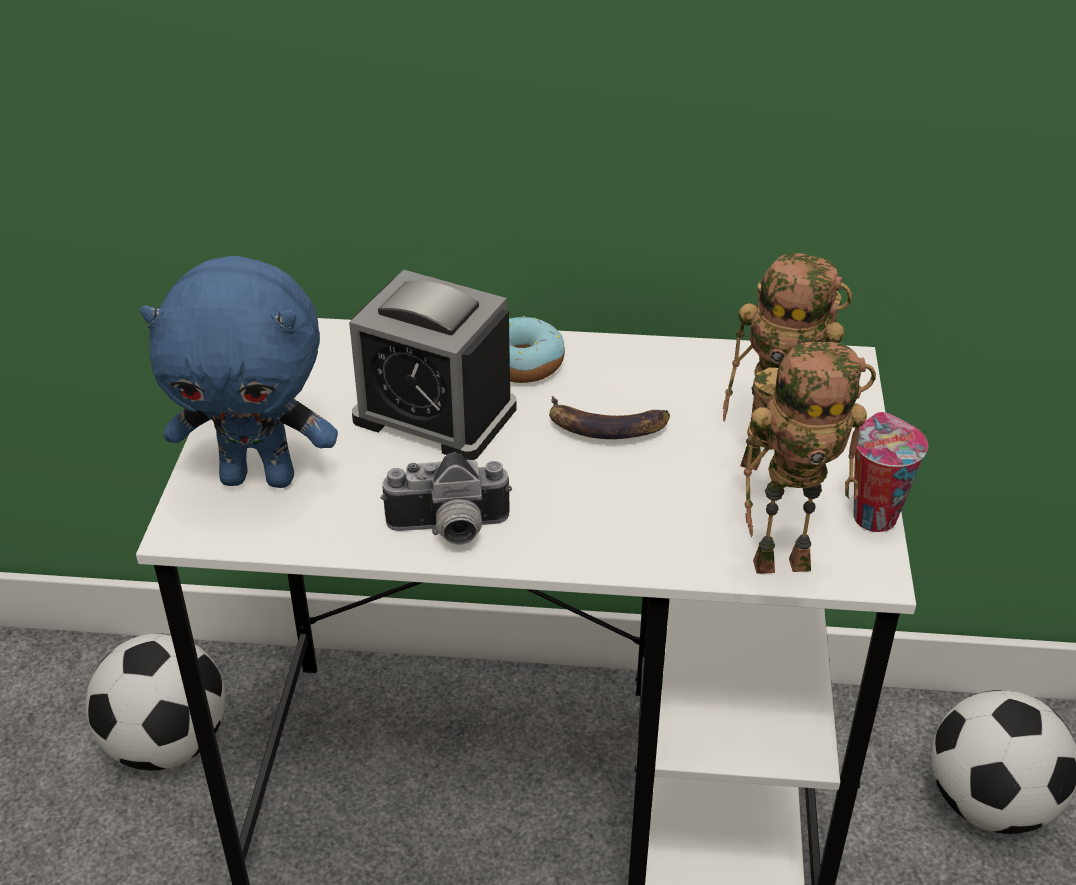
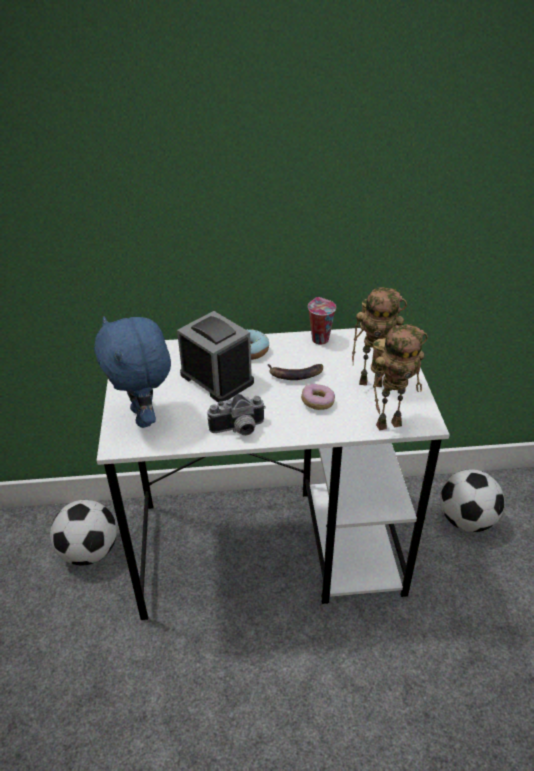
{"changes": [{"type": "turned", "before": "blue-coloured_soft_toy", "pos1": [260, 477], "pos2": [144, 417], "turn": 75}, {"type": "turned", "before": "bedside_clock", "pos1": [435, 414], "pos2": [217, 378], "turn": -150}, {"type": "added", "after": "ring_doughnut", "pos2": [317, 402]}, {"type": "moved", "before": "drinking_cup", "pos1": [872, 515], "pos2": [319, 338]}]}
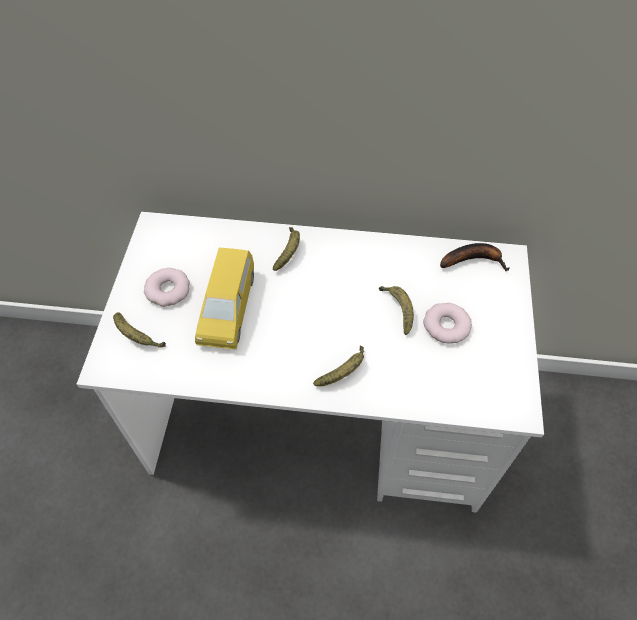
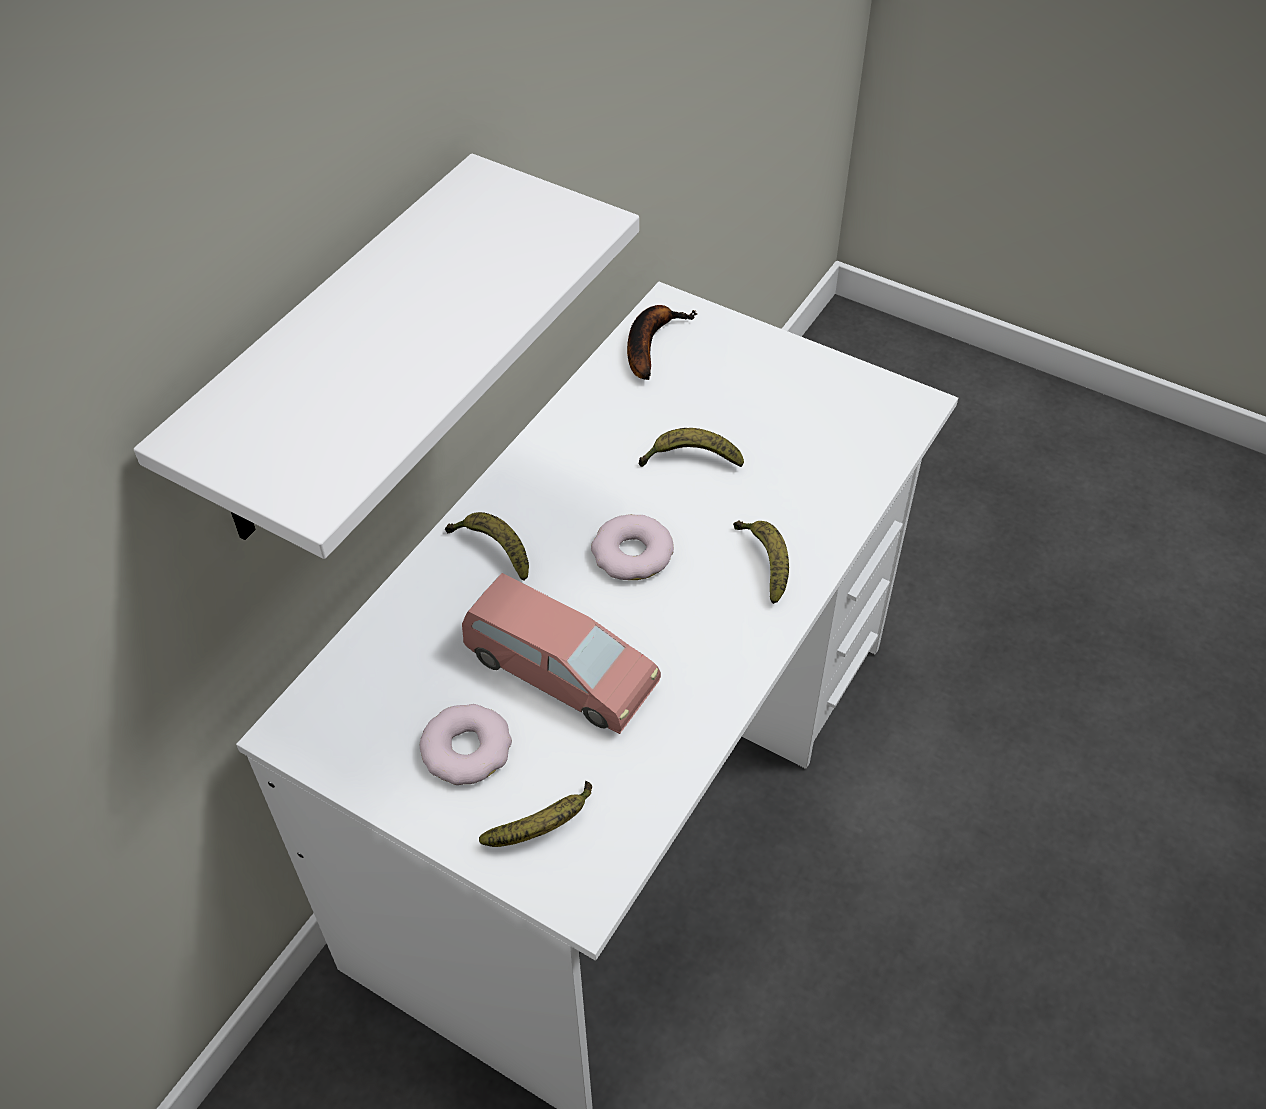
{"changes": [{"type": "added", "after": "white_bracket_shelf", "pos2": [336, 360]}, {"type": "recoloured", "before": "yellowish_toy_car", "after": "pink_toy_car", "pos1": [228, 308], "pos2": [560, 671]}, {"type": "moved", "before": "ring_doughnut", "pos1": [446, 326], "pos2": [632, 554]}]}
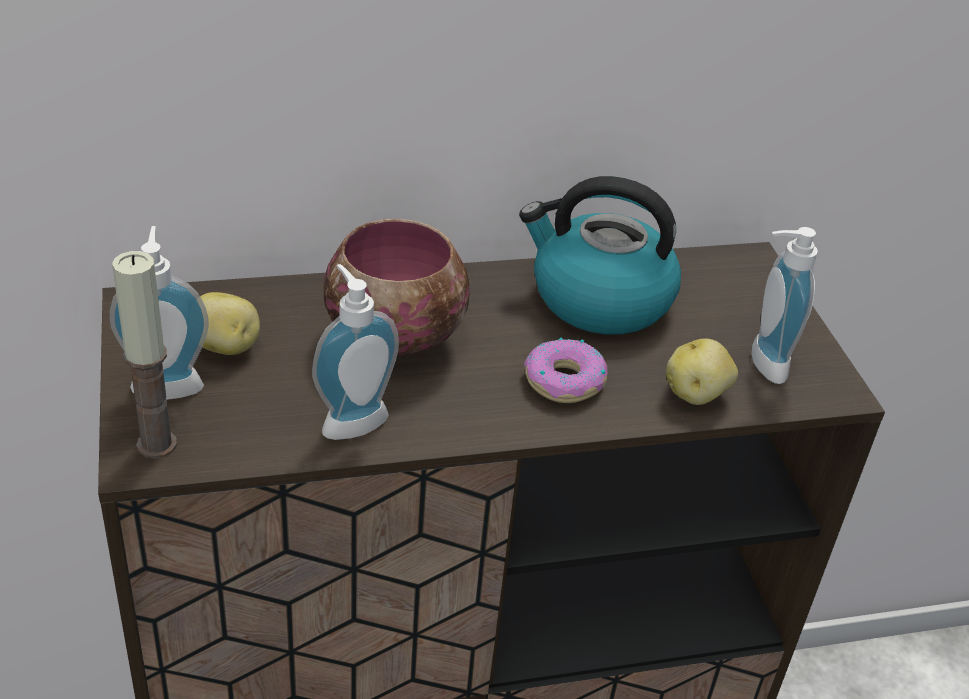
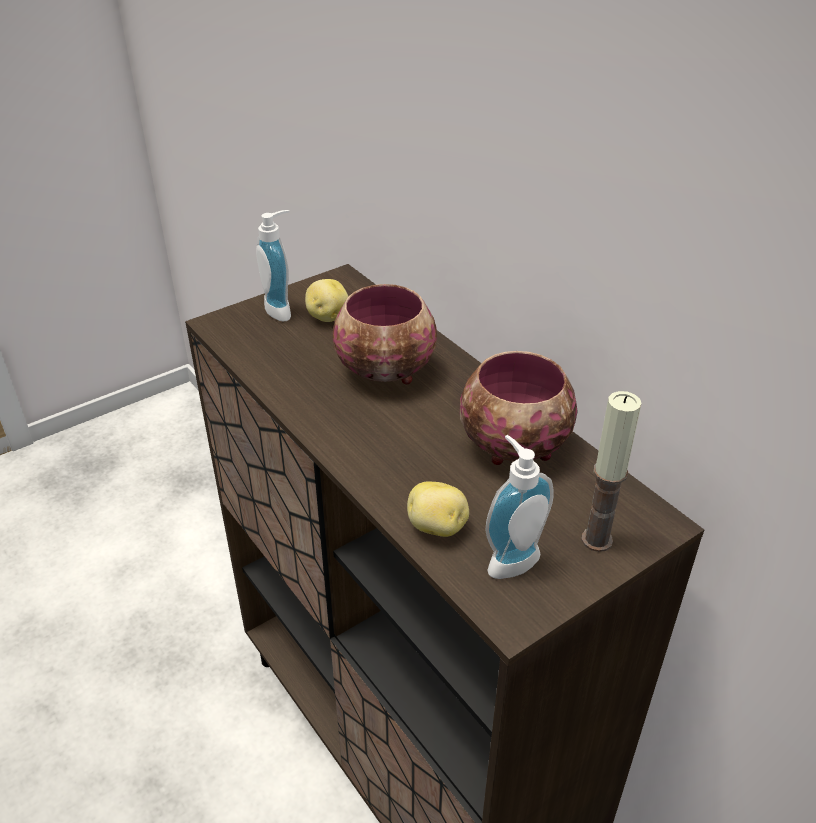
{"changes": [{"type": "replaced", "before": "water_kettle", "after": "deep_dish", "pos1": [598, 299], "pos2": [513, 447]}, {"type": "moved", "before": "candle", "pos1": [156, 444], "pos2": [596, 540]}, {"type": "removed", "before": "soap_bottle", "pos1": [351, 419]}, {"type": "removed", "before": "ring_doughnut", "pos1": [565, 381]}]}
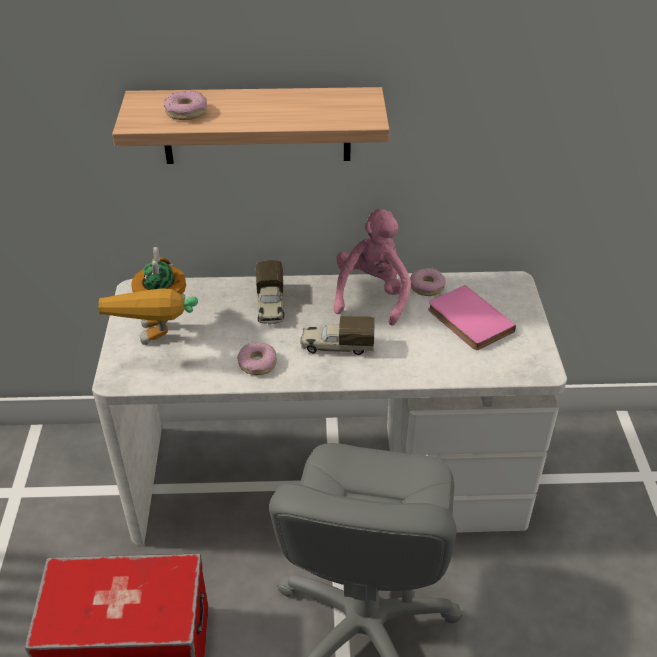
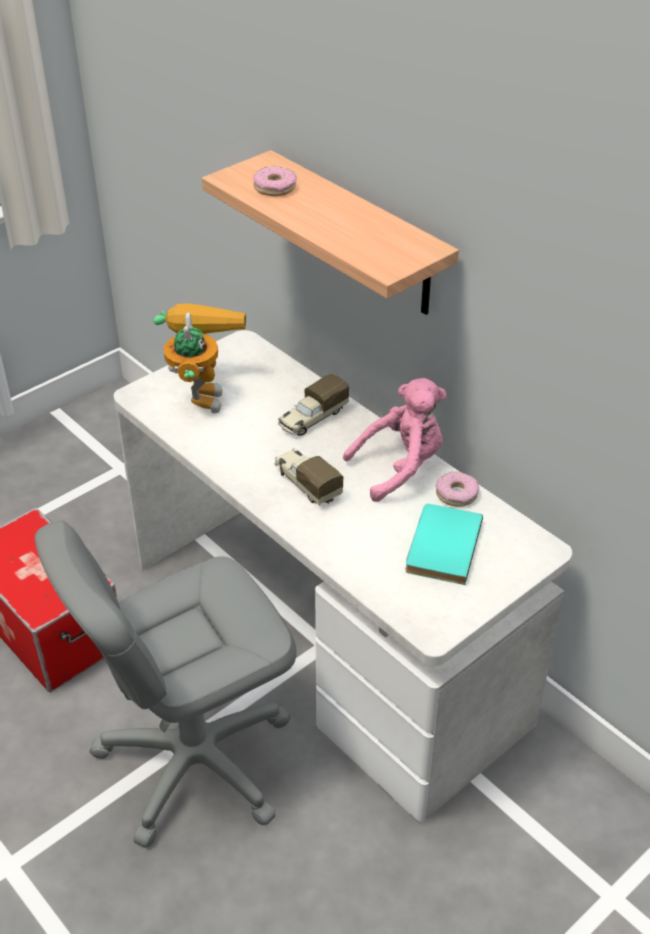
{"changes": [{"type": "turned", "before": "robot_figure", "pos1": [162, 342], "pos2": [200, 391], "turn": 135}, {"type": "recoloured", "before": "pink_bound_book", "after": "turquoise_bound_book", "pos1": [467, 321], "pos2": [440, 546]}, {"type": "removed", "before": "ring_doughnut", "pos1": [257, 363]}]}
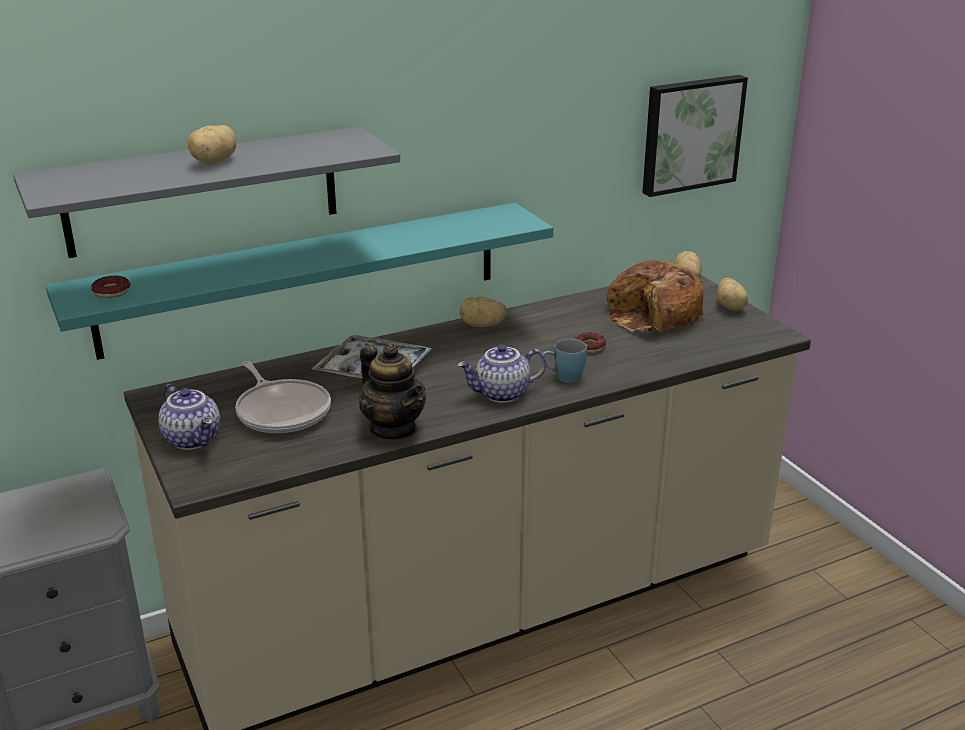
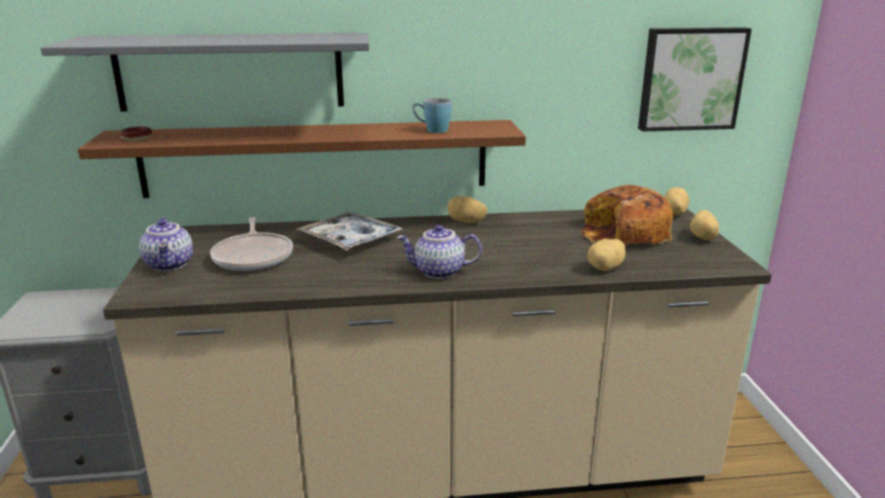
{"changes": [{"type": "recoloured", "before": "turquoise_bracket_shelf", "after": "brown-coloured_bracket_shelf", "pos1": [304, 278], "pos2": [316, 158]}, {"type": "moved", "before": "blue-coloured_tea_mug", "pos1": [563, 377], "pos2": [431, 130]}, {"type": "moved", "before": "potato", "pos1": [216, 162], "pos2": [606, 268]}, {"type": "removed", "before": "pot_for_tea", "pos1": [394, 428]}, {"type": "removed", "before": "ring_doughnut", "pos1": [590, 347]}]}
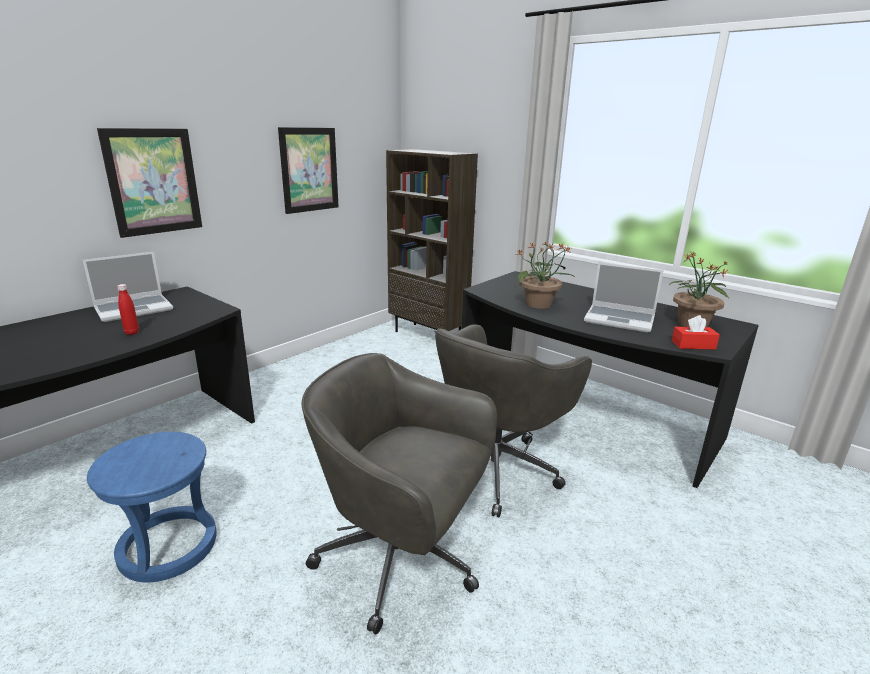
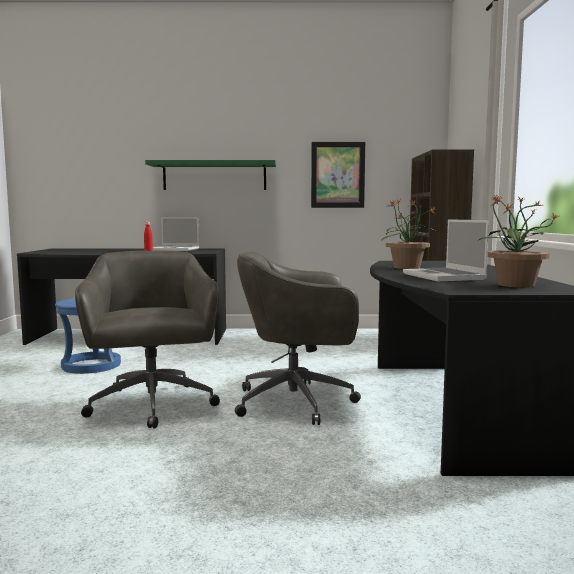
{"changes": [{"type": "replaced", "before": "wall_picture", "after": "green-coloured_bracket_shelf", "pos1": [153, 182], "pos2": [214, 176]}, {"type": "removed", "before": "red_tissue_box", "pos1": [693, 345]}]}
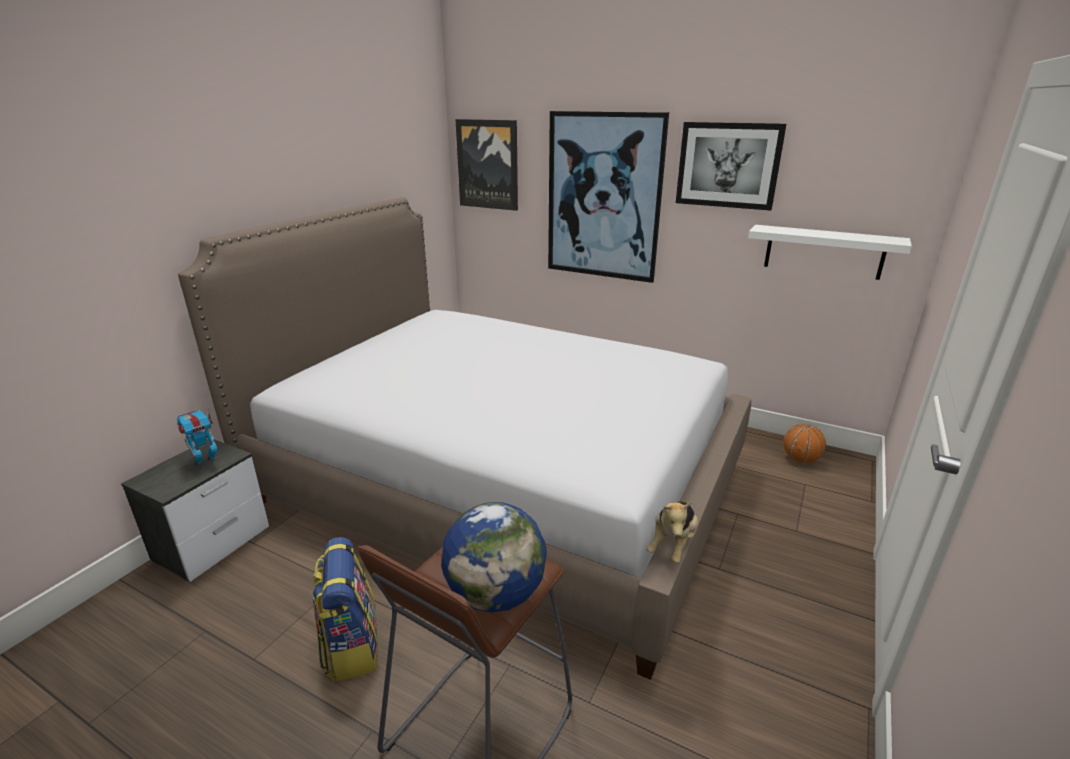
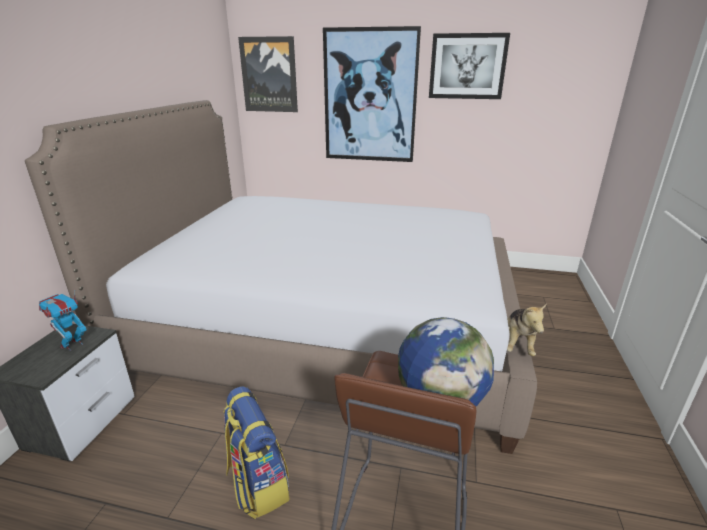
{"changes": [{"type": "removed", "before": "white_bracket_shelf", "pos1": [824, 252]}, {"type": "removed", "before": "ball_for_basketball", "pos1": [800, 459]}]}
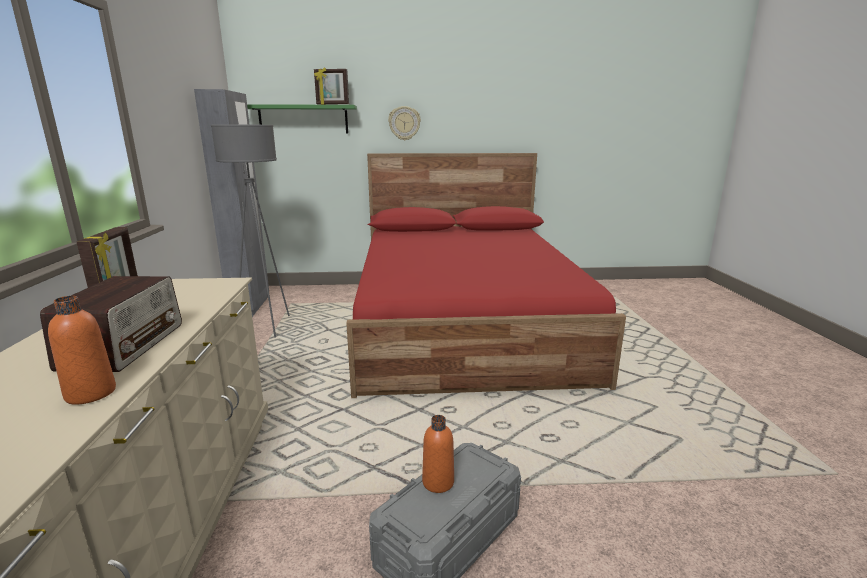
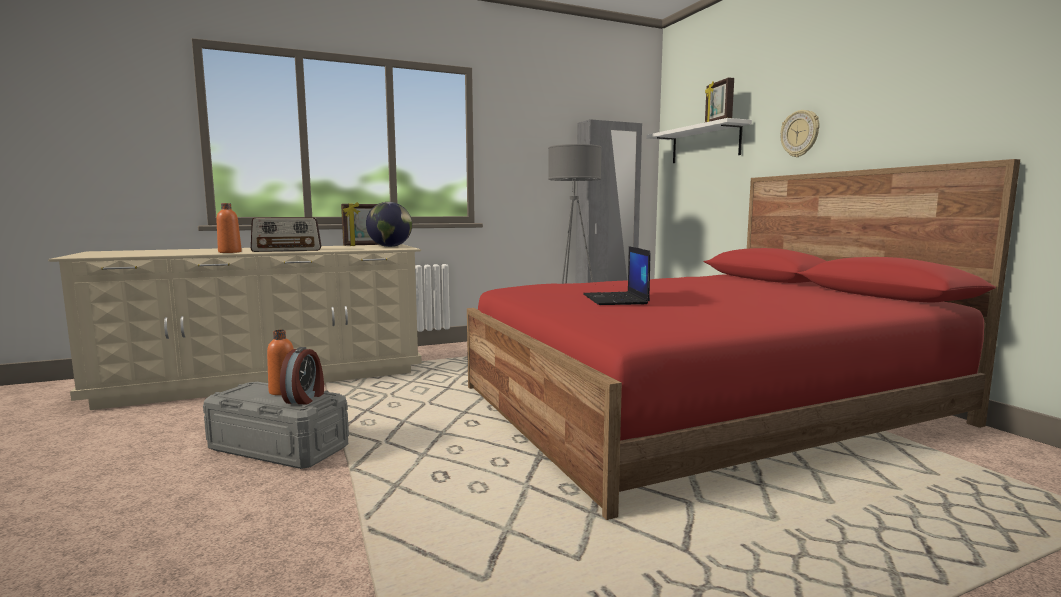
{"changes": [{"type": "added", "after": "bedside_clock", "pos2": [305, 398]}, {"type": "added", "after": "world_globe", "pos2": [390, 246]}, {"type": "added", "after": "portable_computer", "pos2": [616, 299]}, {"type": "recoloured", "before": "green-coloured_bracket_shelf", "after": "white_bracket_shelf", "pos1": [303, 119], "pos2": [705, 144]}]}
